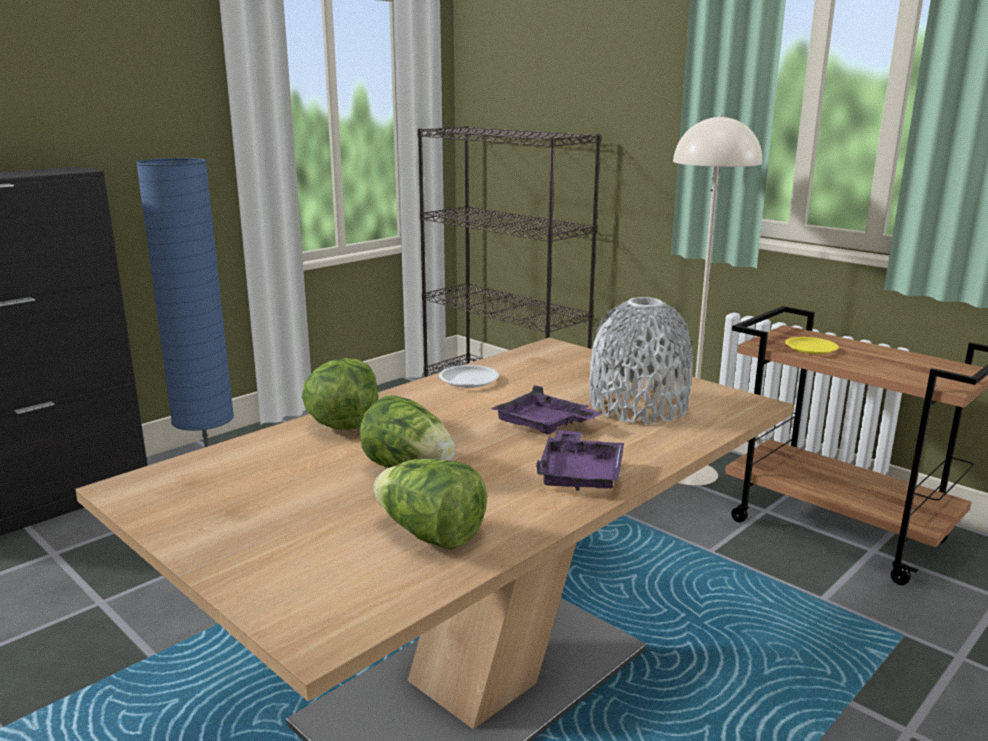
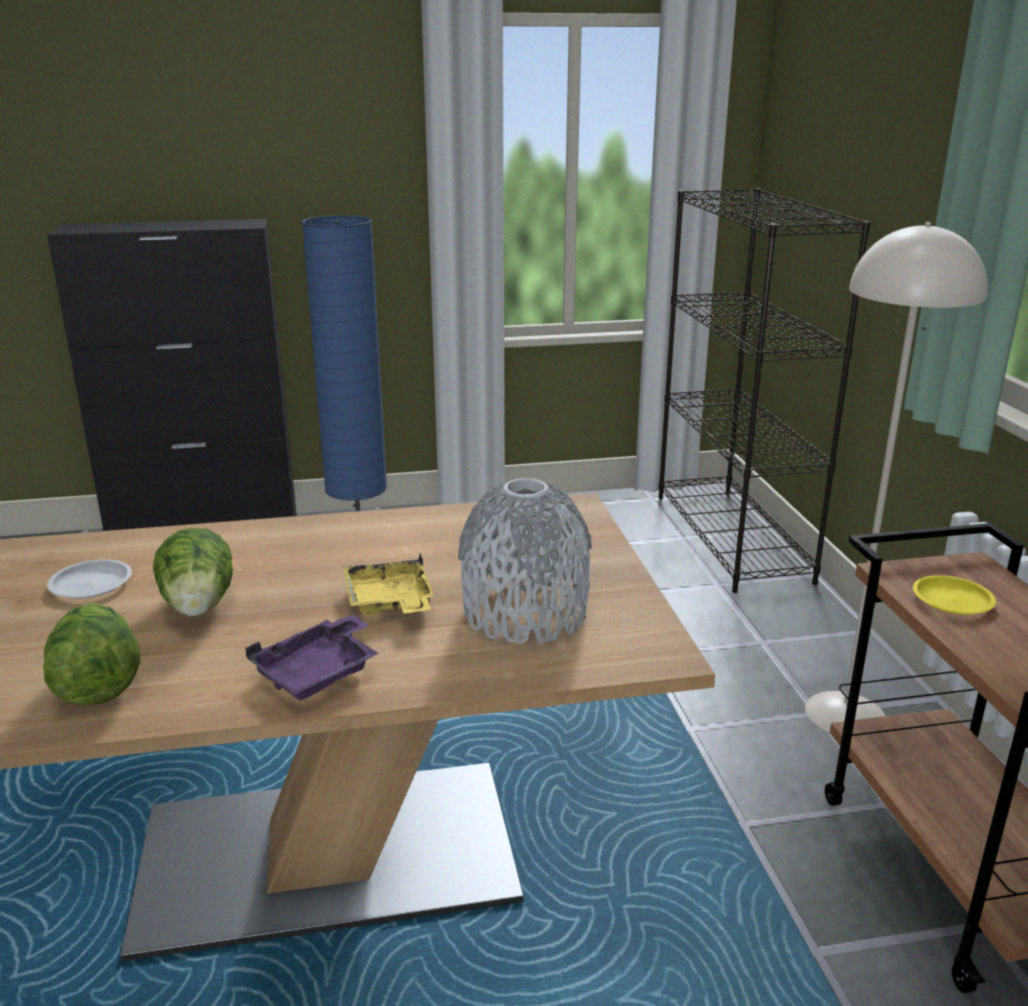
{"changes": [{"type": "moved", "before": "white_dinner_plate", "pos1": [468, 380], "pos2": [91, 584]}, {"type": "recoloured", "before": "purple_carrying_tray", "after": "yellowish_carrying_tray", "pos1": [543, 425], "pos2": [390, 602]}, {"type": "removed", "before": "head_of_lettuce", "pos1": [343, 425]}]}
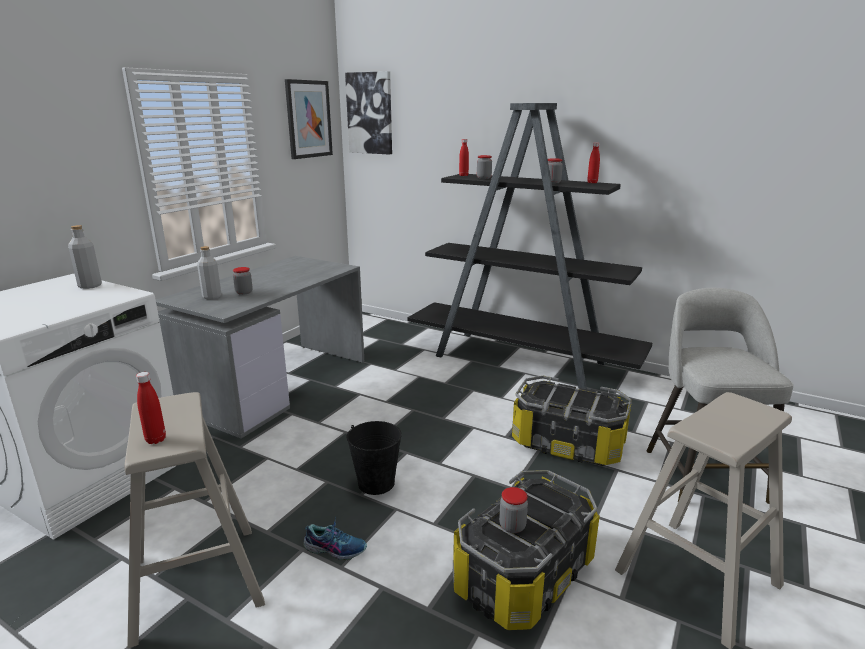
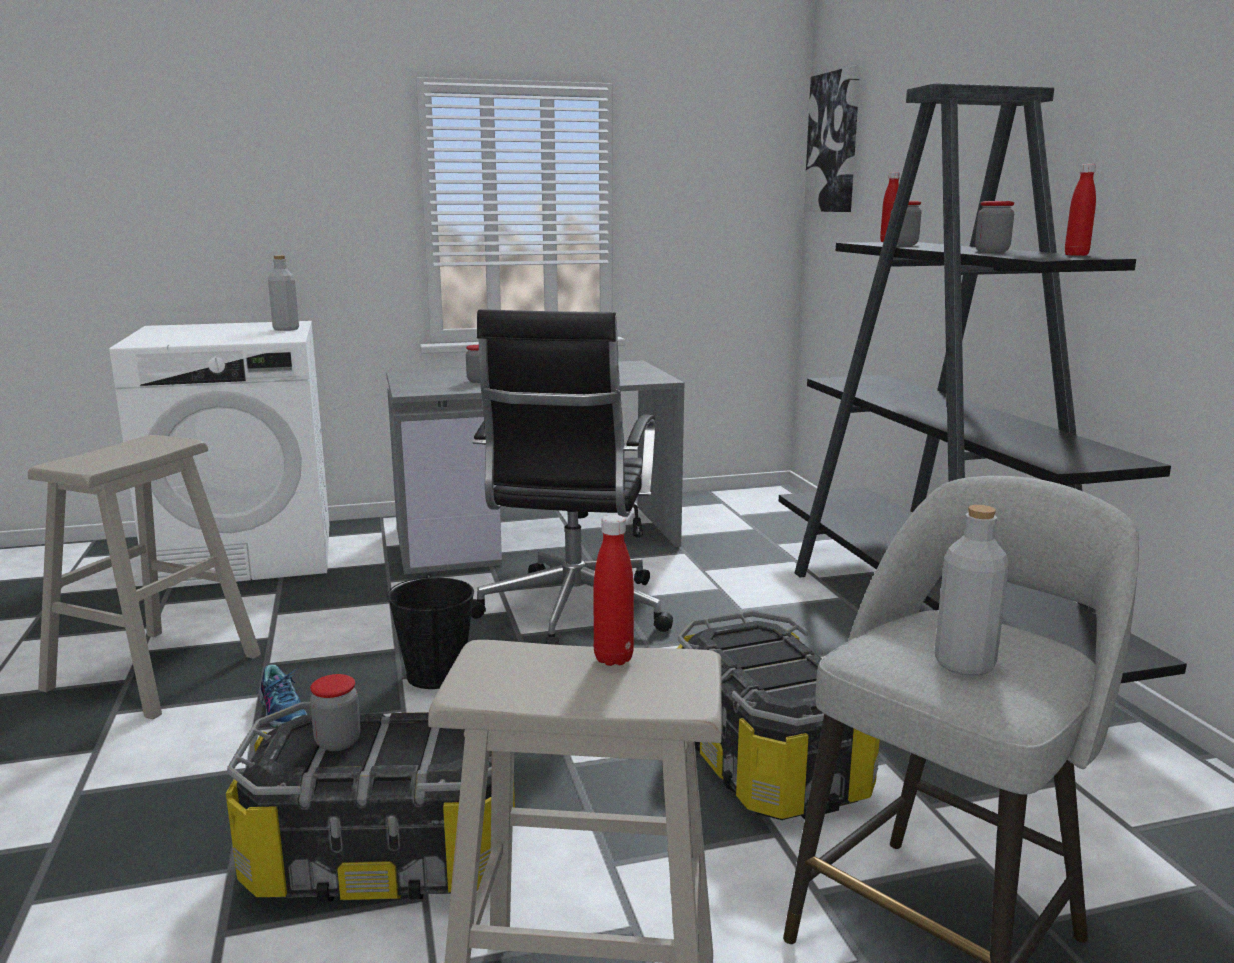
{"changes": [{"type": "added", "after": "black-coloured_computer_chair", "pos2": [571, 614]}, {"type": "moved", "before": "red_beverage_bottle", "pos1": [156, 439], "pos2": [613, 658]}, {"type": "moved", "before": "greyish_beverage_bottle", "pos1": [212, 297], "pos2": [964, 664]}, {"type": "removed", "before": "wall_picture", "pos1": [308, 119]}]}
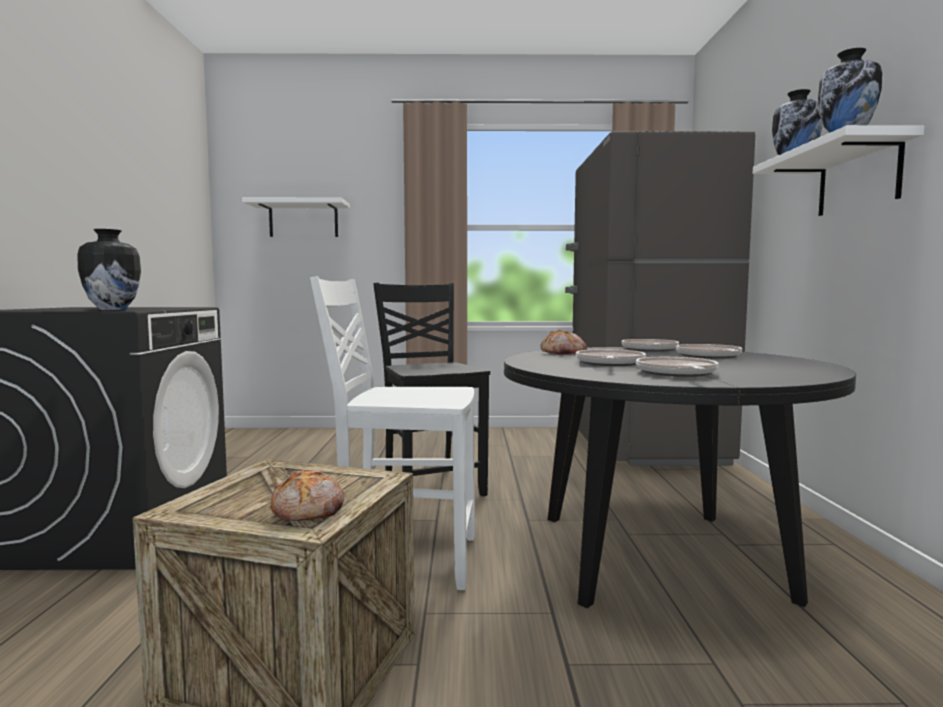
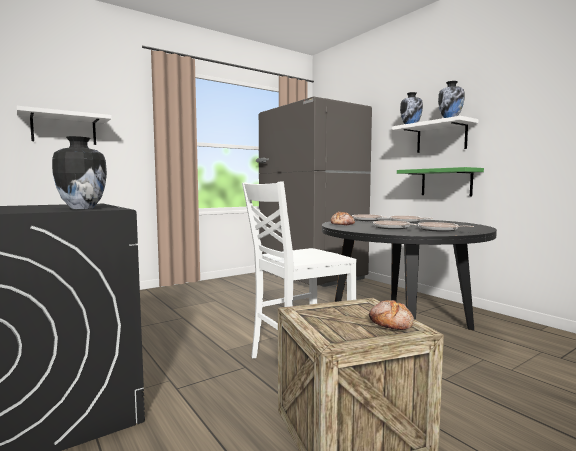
{"changes": [{"type": "added", "after": "green-coloured_bracket_shelf", "pos2": [446, 182]}, {"type": "removed", "before": "black-coloured_plain_chair", "pos1": [431, 486]}]}
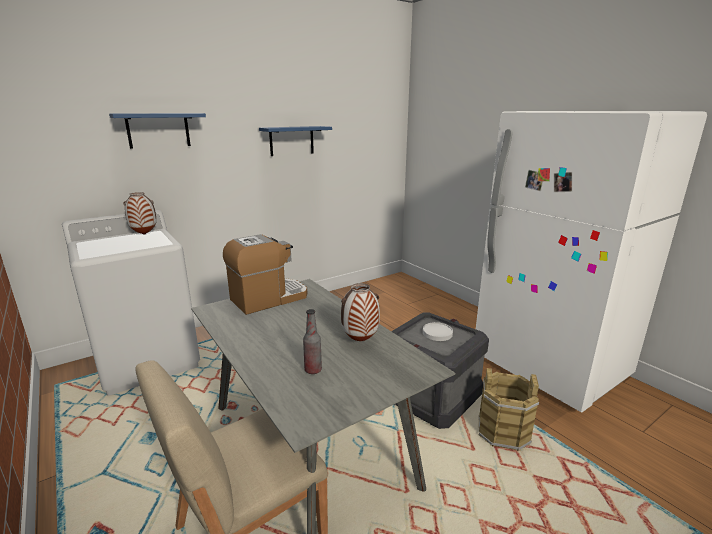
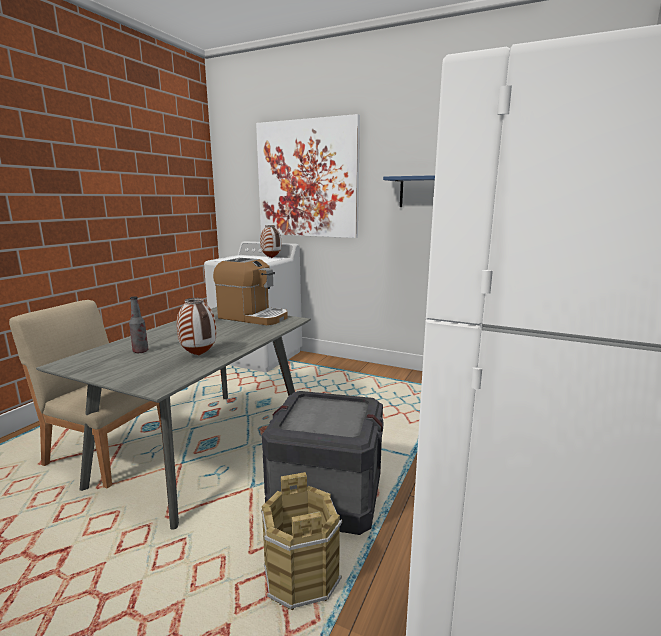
{"changes": [{"type": "replaced", "before": "blue-coloured_bracket_shelf", "after": "wall_picture", "pos1": [158, 130], "pos2": [307, 179]}, {"type": "removed", "before": "white_dinner_plate", "pos1": [437, 333]}]}
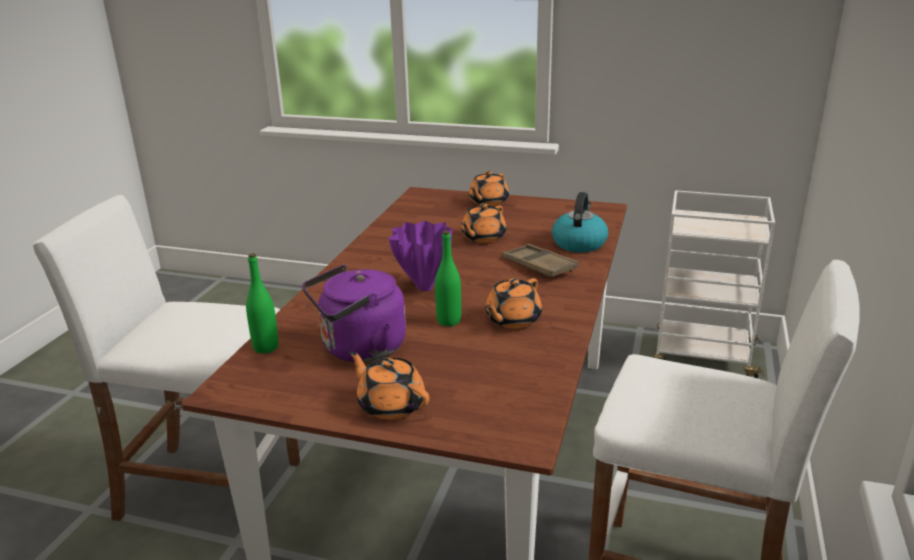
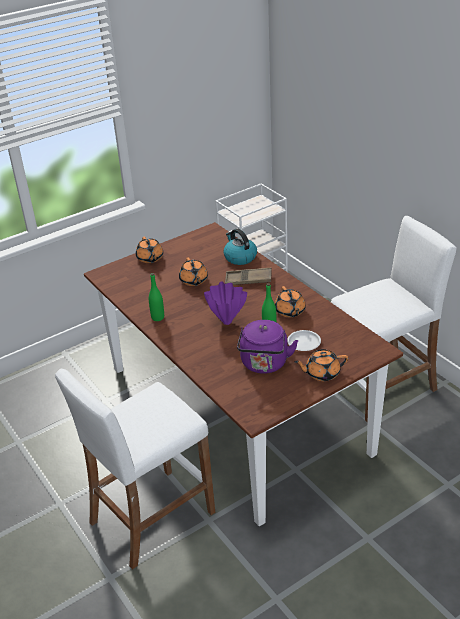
{"changes": [{"type": "moved", "before": "green-coloured_beverage_bottle", "pos1": [266, 347], "pos2": [158, 317]}, {"type": "added", "after": "white_dinner_plate", "pos2": [304, 342]}]}
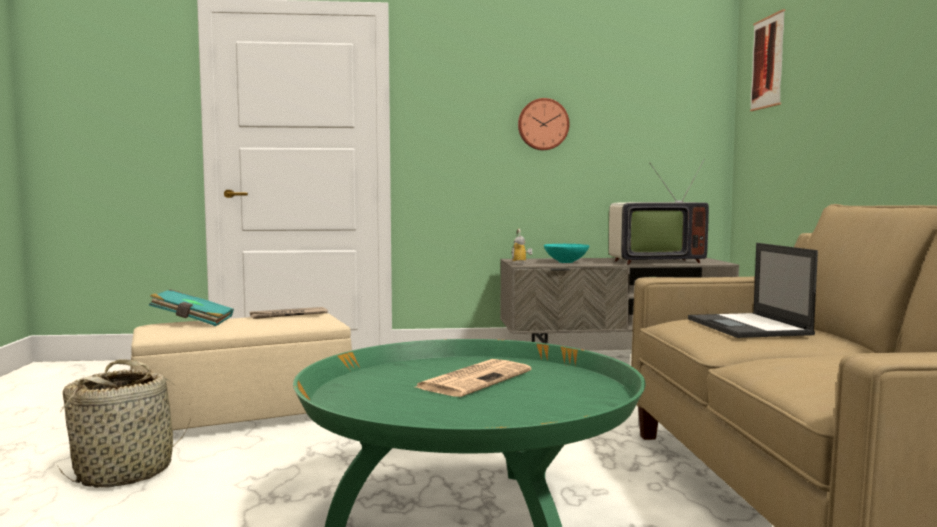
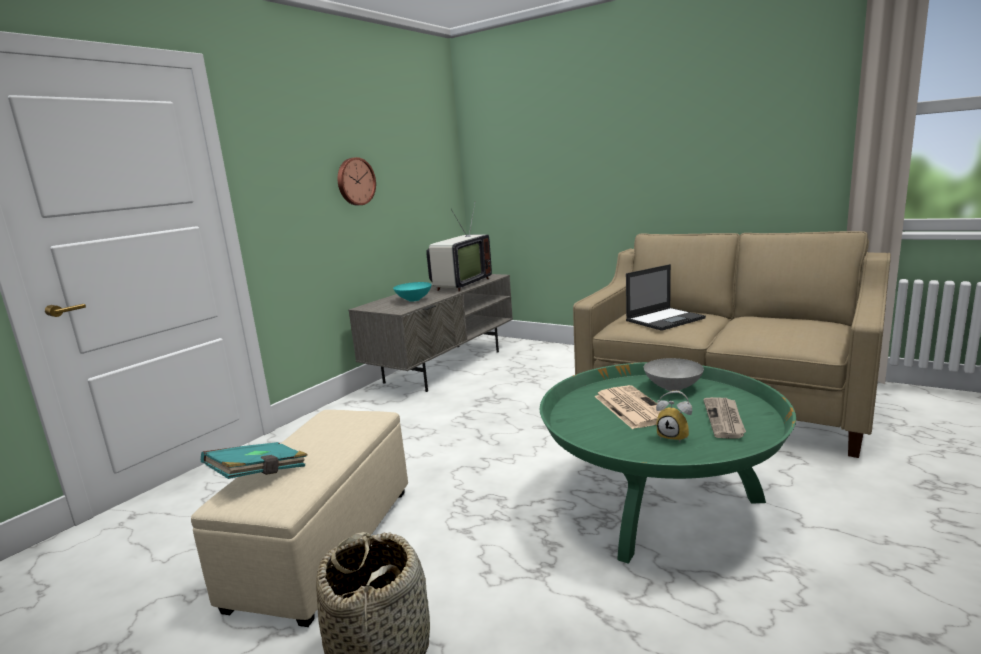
{"changes": [{"type": "turned", "before": "portable_computer", "pos1": [749, 327], "pos2": [665, 319], "turn": -60}, {"type": "added", "after": "greyish_deep_dish", "pos2": [674, 388]}, {"type": "moved", "before": "bedside_clock", "pos1": [522, 263], "pos2": [675, 436]}, {"type": "moved", "before": "daily_paper", "pos1": [288, 315], "pos2": [725, 419]}, {"type": "removed", "before": "wall_picture", "pos1": [767, 62]}]}
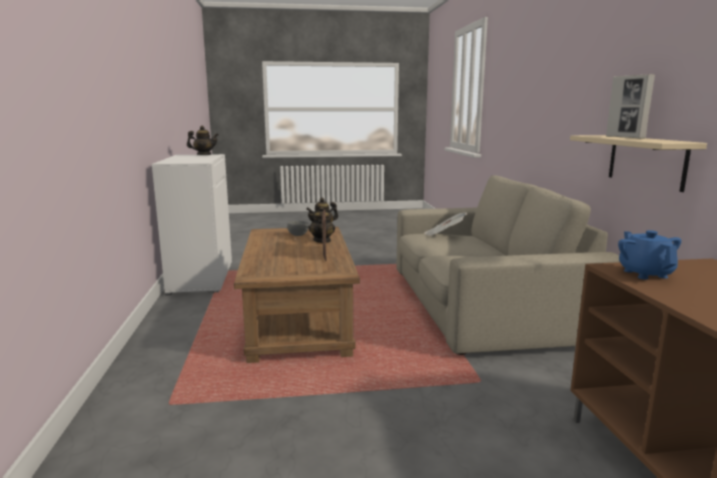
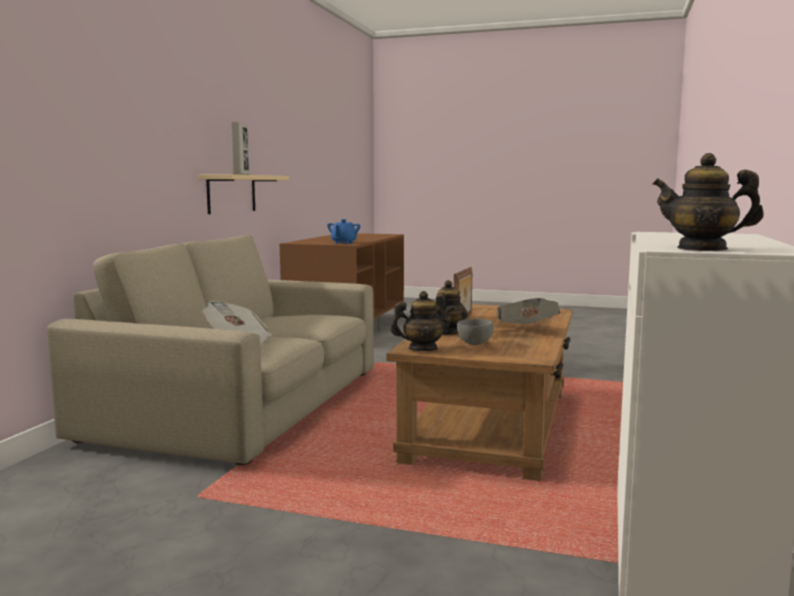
{"changes": [{"type": "added", "after": "daily_paper", "pos2": [527, 330]}]}
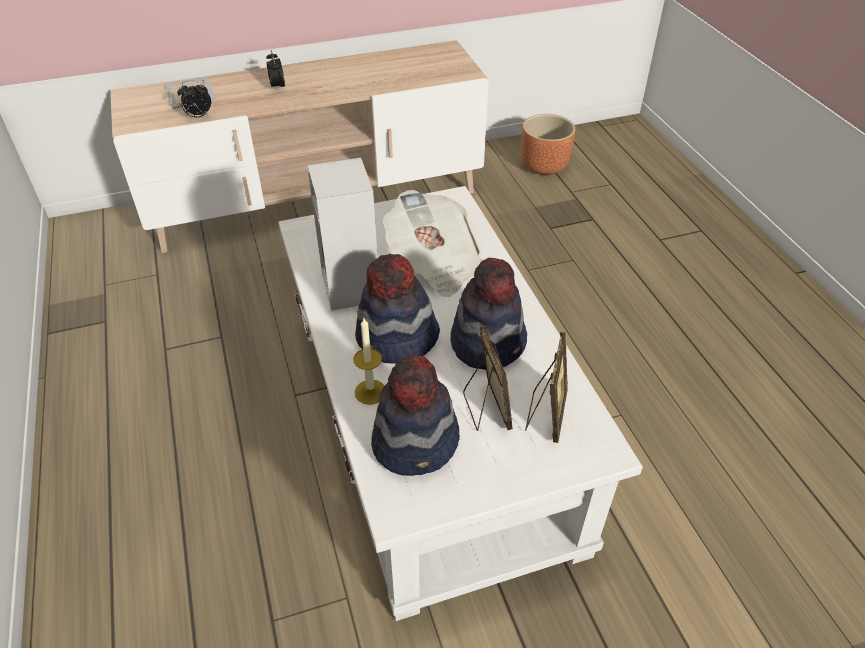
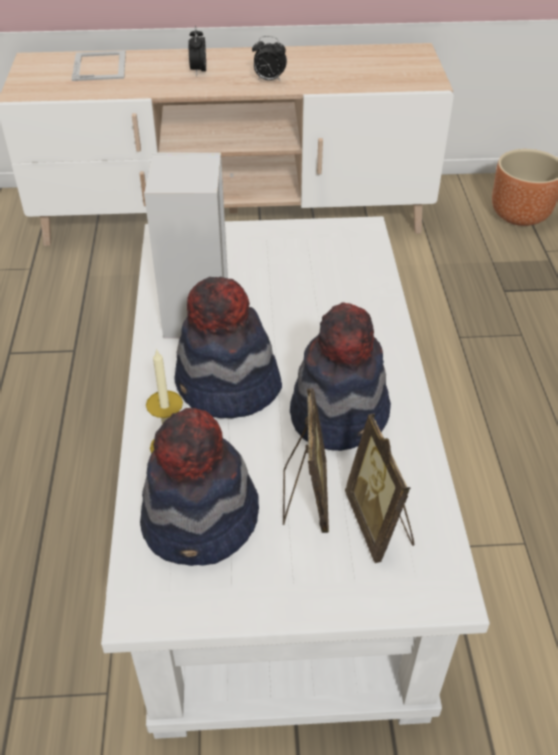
{"changes": [{"type": "moved", "before": "bedside_clock", "pos1": [198, 117], "pos2": [269, 80]}, {"type": "turned", "before": "standing_frame", "pos1": [545, 415], "pos2": [380, 524], "turn": 135}, {"type": "removed", "before": "daily_paper", "pos1": [434, 264]}]}
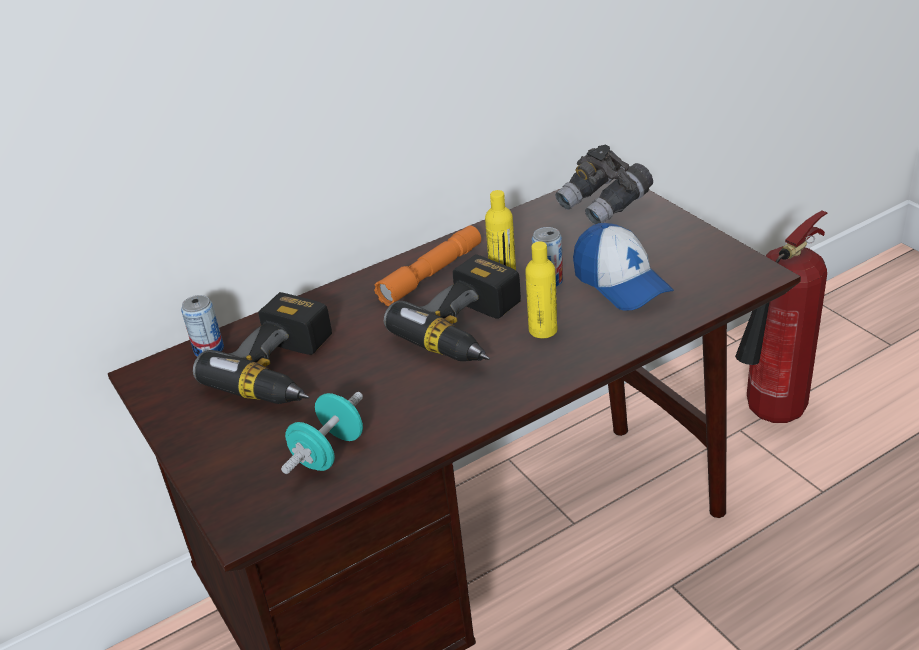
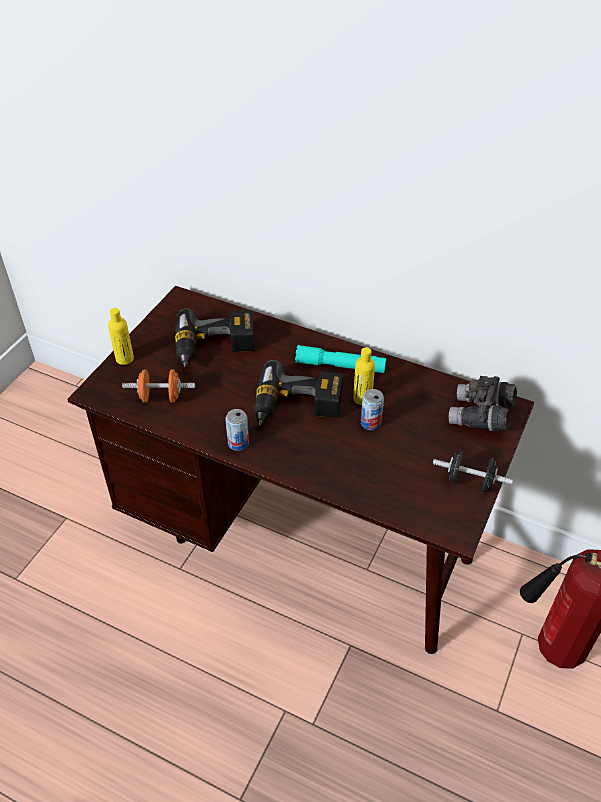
{"changes": [{"type": "moved", "before": "yellowish_beverage_bottle", "pos1": [543, 330], "pos2": [124, 359]}, {"type": "recoloured", "before": "turquoise_free_weight", "after": "orangey_free_weight", "pos1": [328, 452], "pos2": [160, 397]}, {"type": "moved", "before": "metal_can", "pos1": [209, 349], "pos2": [238, 443]}, {"type": "recoloured", "before": "orangey_torch", "after": "turquoise_torch", "pos1": [431, 274], "pos2": [340, 366]}, {"type": "added", "after": "black-coloured_free_weight", "pos2": [469, 482]}, {"type": "removed", "before": "peaked_cap", "pos1": [621, 283]}]}
